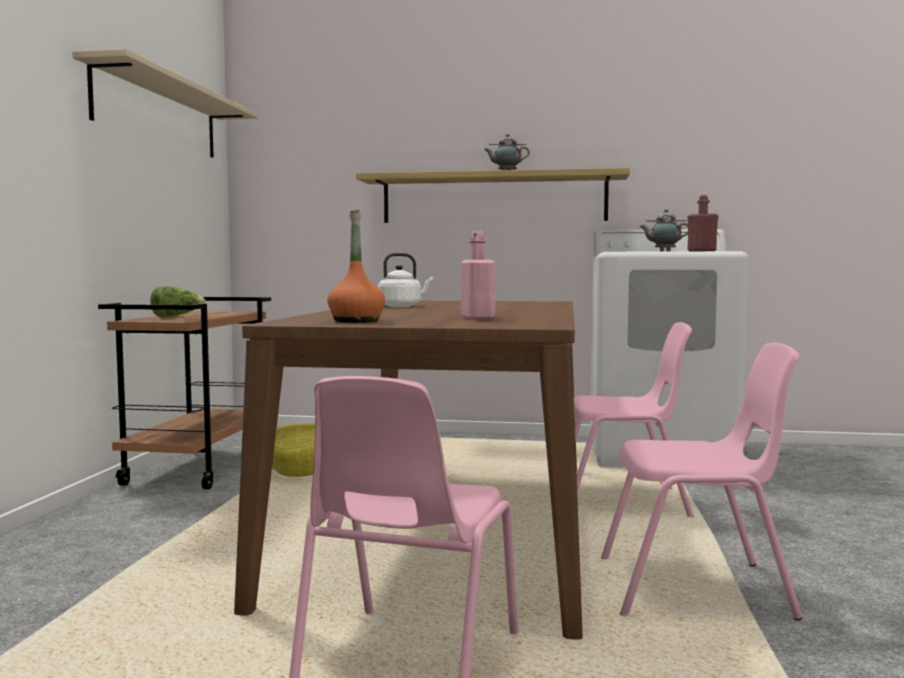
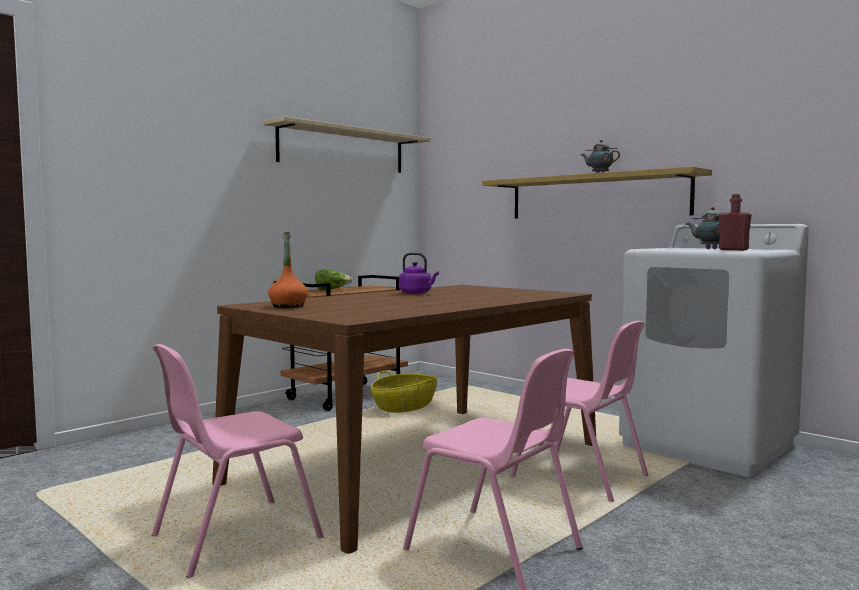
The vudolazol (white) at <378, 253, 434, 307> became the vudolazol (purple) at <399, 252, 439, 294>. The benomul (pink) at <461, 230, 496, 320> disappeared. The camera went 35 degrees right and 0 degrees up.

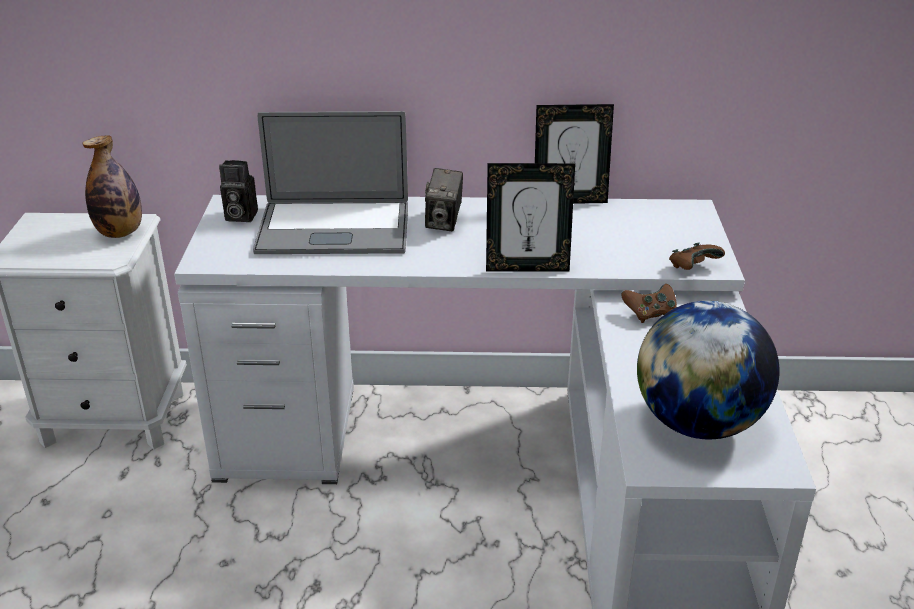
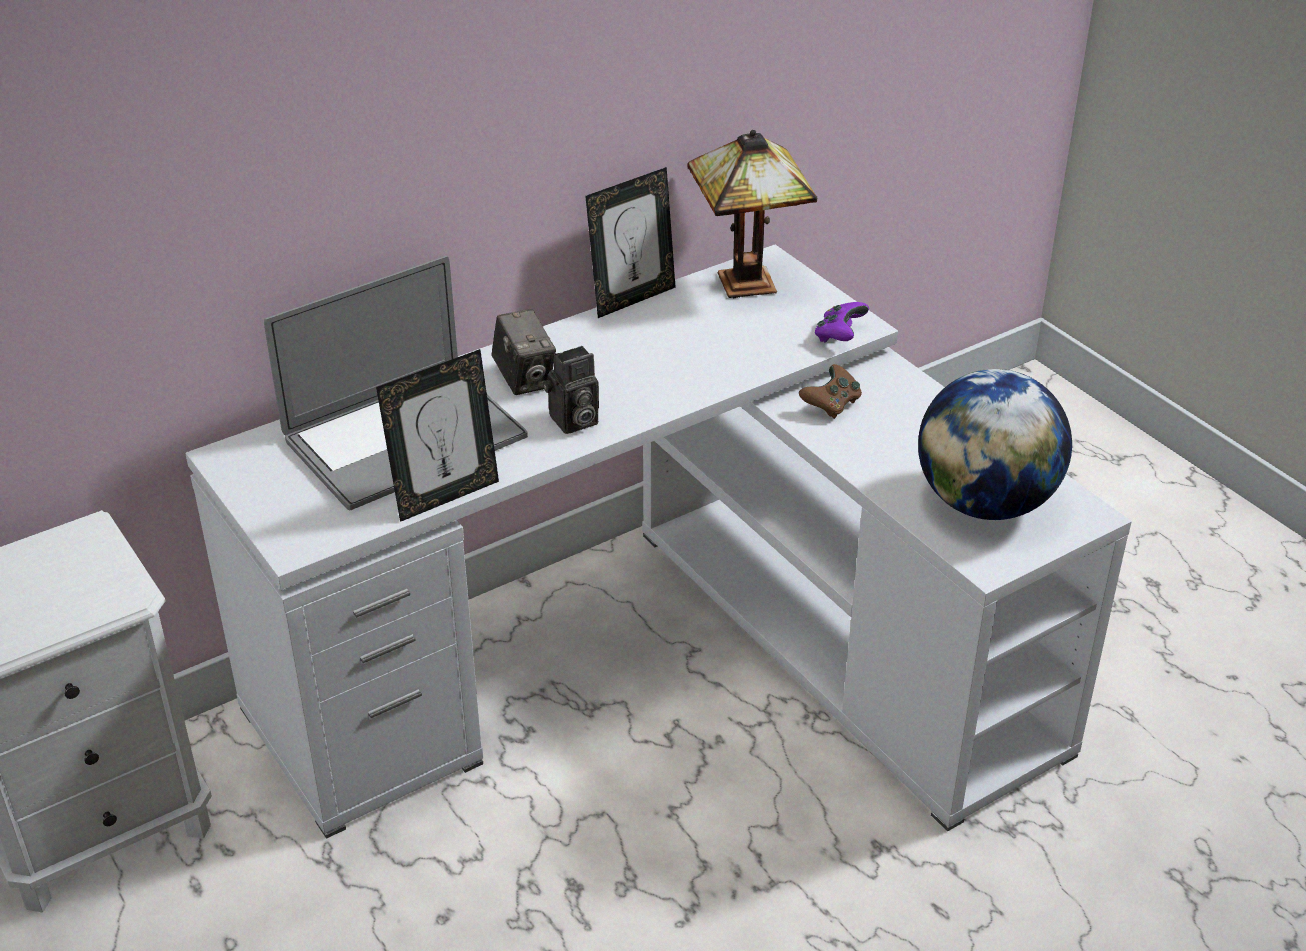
The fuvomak moved from <486, 163, 575, 272> to <376, 349, 499, 522>. The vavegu moved from <219, 160, 258, 222> to <543, 346, 599, 434>. The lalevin at <687, 130, 817, 298> appeared. The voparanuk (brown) at <669, 243, 725, 270> became the voparanuk (purple) at <815, 302, 869, 342>. The benomul at <82, 135, 142, 238> disappeared. The camera went 35 degrees left and 5 degrees up.

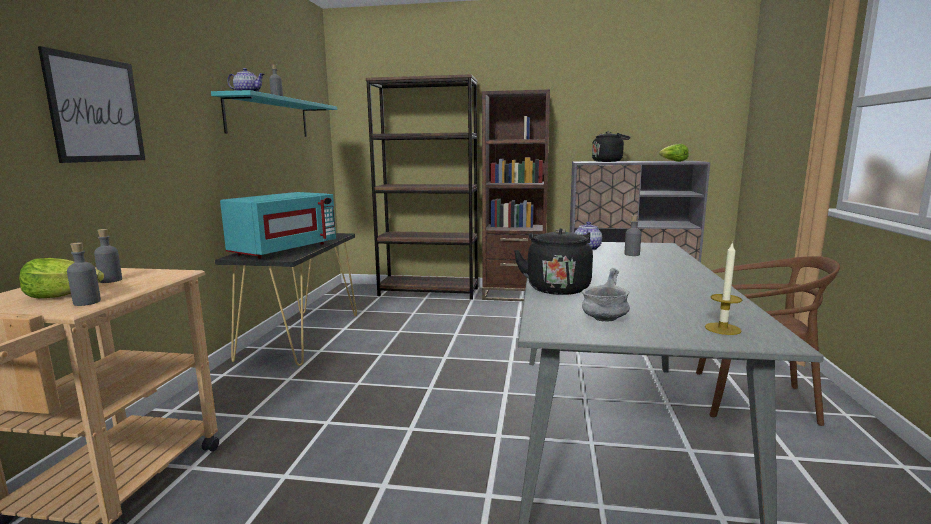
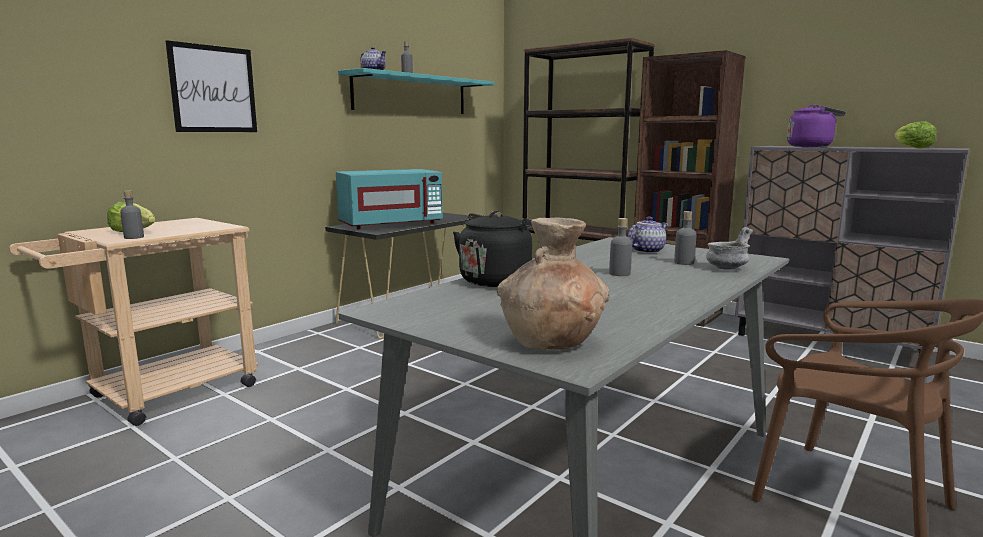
The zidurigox at <705, 242, 742, 335> was replaced by the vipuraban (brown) at <497, 218, 609, 350>. The benomul (grey) moved from <94, 229, 122, 283> to <609, 218, 632, 276>. The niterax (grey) moved from <582, 268, 630, 322> to <706, 227, 753, 270>. The vudolazol (black) at <592, 131, 630, 162> became the vudolazol (purple) at <787, 104, 846, 147>. The camera went 30 degrees right and 0 degrees up.

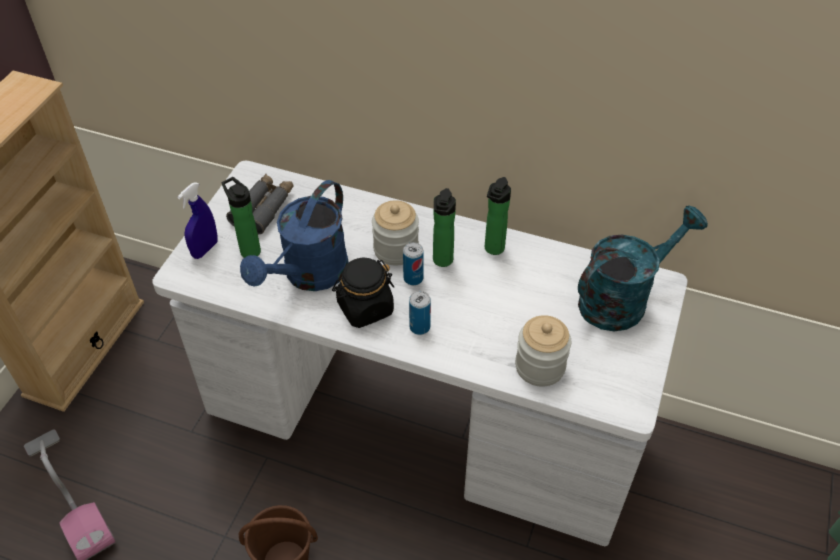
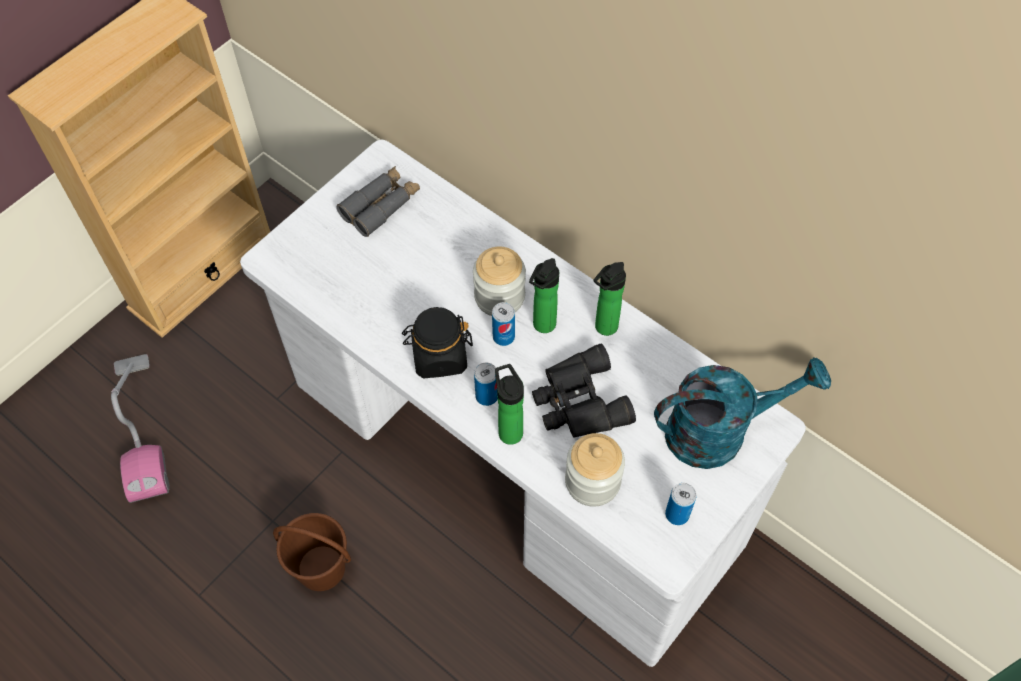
The benomul moved from <222, 177, 261, 258> to <495, 364, 524, 445>. The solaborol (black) at <532, 343, 636, 438> appeared. The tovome at <665, 483, 696, 525> appeared. The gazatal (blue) at <177, 182, 218, 259> disappeared. The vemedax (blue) at <240, 180, 349, 291> disappeared. The camera went 20 degrees right and 10 degrees up.

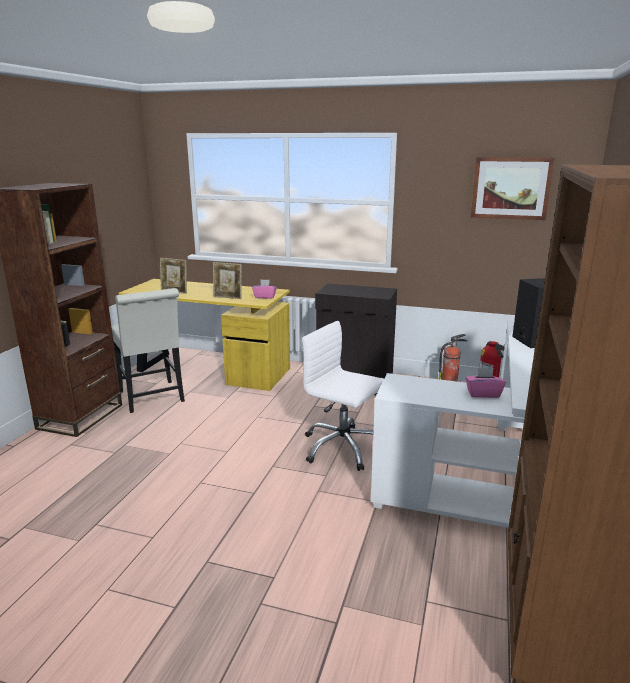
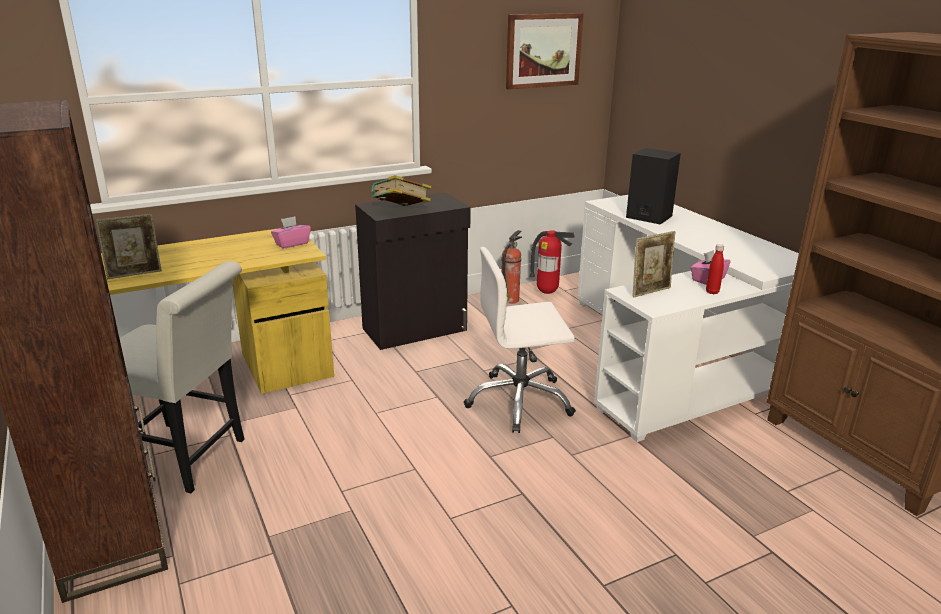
The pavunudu at <370, 175, 431, 206> appeared. The fuvomak moved from <213, 262, 242, 299> to <633, 231, 676, 297>. The benomul (red) at <706, 244, 724, 294> appeared. The camera went 45 degrees left and 5 degrees up.

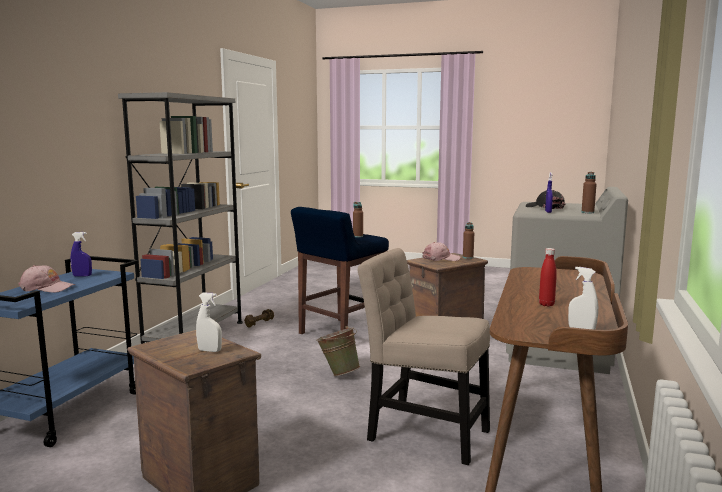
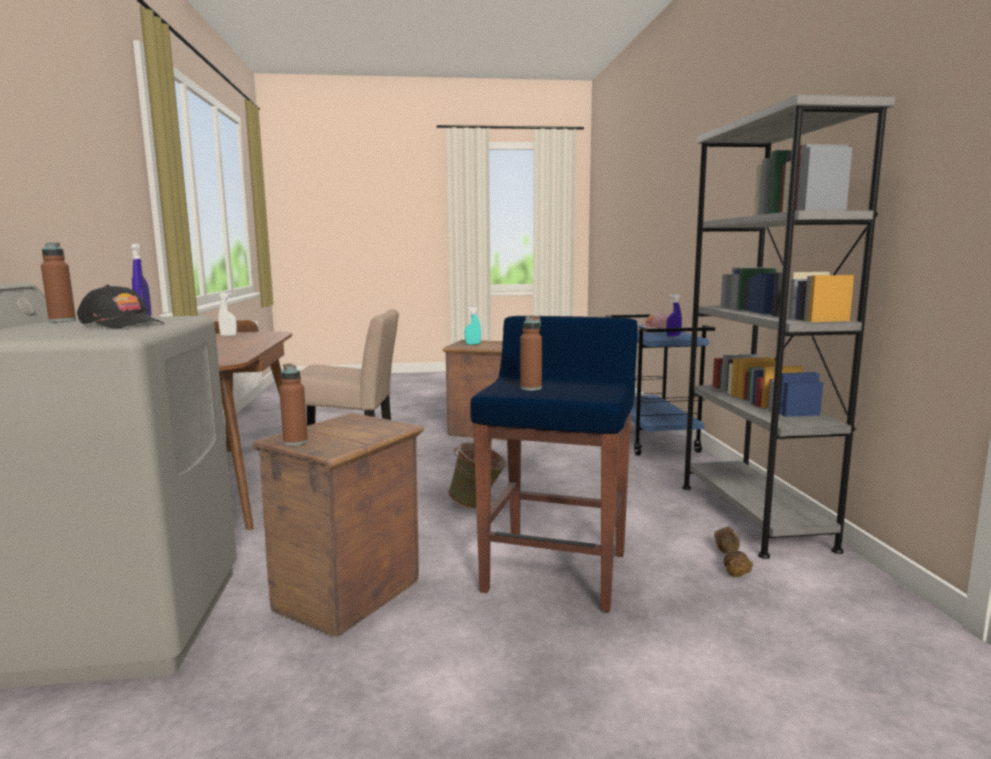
The gazatal (white) at <196, 293, 222, 352> became the gazatal (turquoise) at <464, 307, 481, 345>. The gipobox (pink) at <422, 242, 461, 261> disappeared. The benomul (red) at <539, 248, 557, 307> disappeared. The camera went 155 degrees right and 0 degrees up.

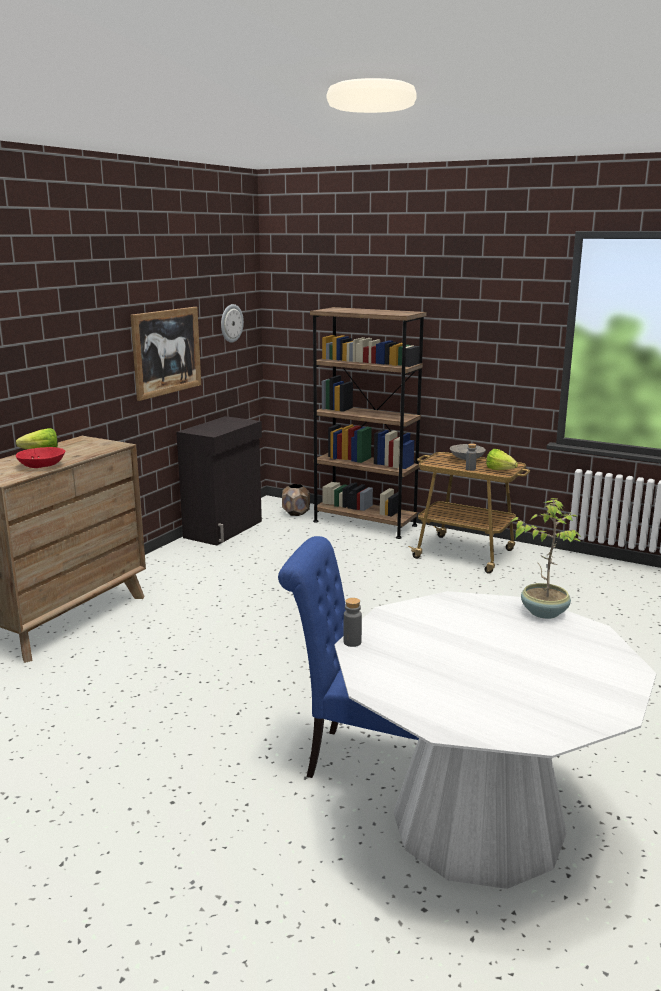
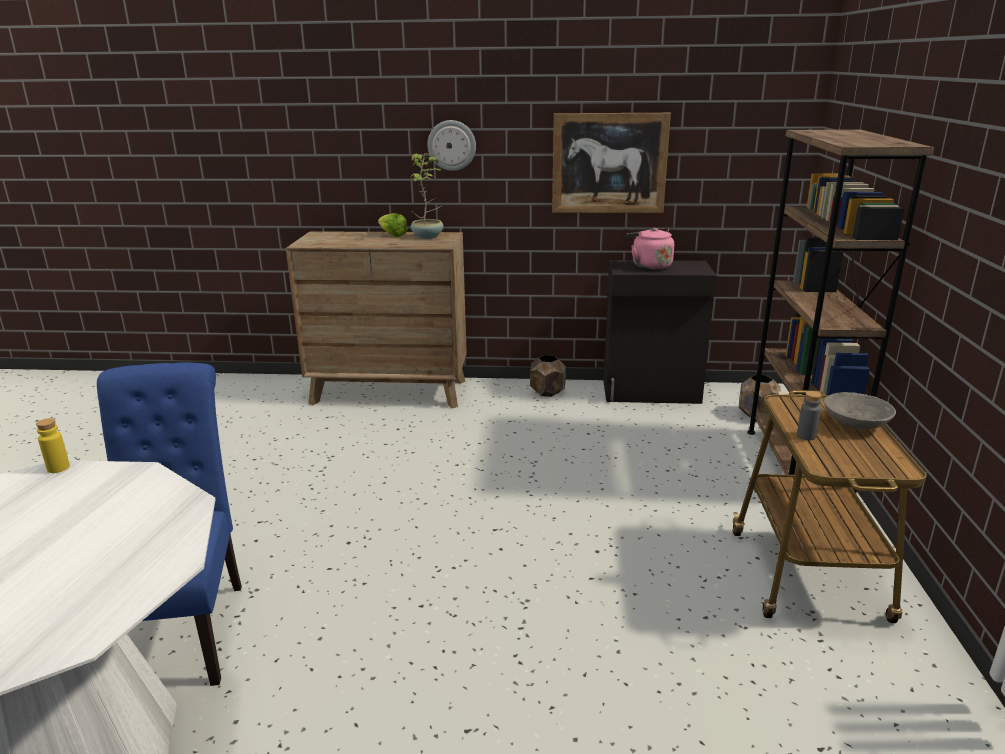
The benomul (grey) at <344, 598, 362, 647> became the benomul (yellow) at <36, 418, 70, 473>. The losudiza moved from <511, 498, 582, 619> to <411, 153, 443, 239>. The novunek moved from <221, 304, 244, 343> to <427, 120, 476, 171>. The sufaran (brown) at <530, 355, 566, 397> appeared. The vudolazol (pink) at <626, 228, 674, 270> appeared. The niterax (red) at <16, 447, 65, 468> disappeared. The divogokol at <486, 449, 518, 470> disappeared. The camera went 65 degrees right and 5 degrees up.

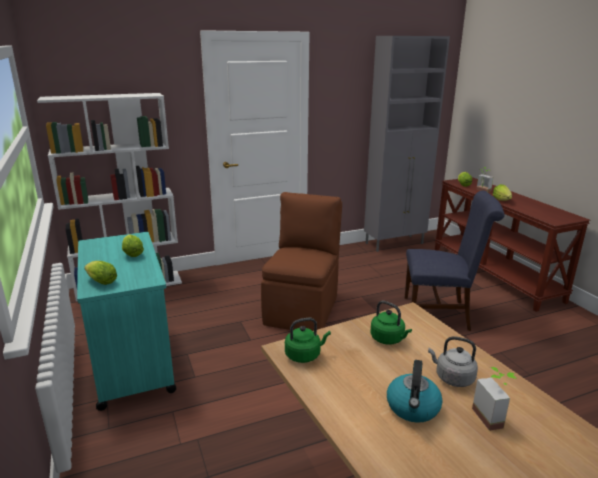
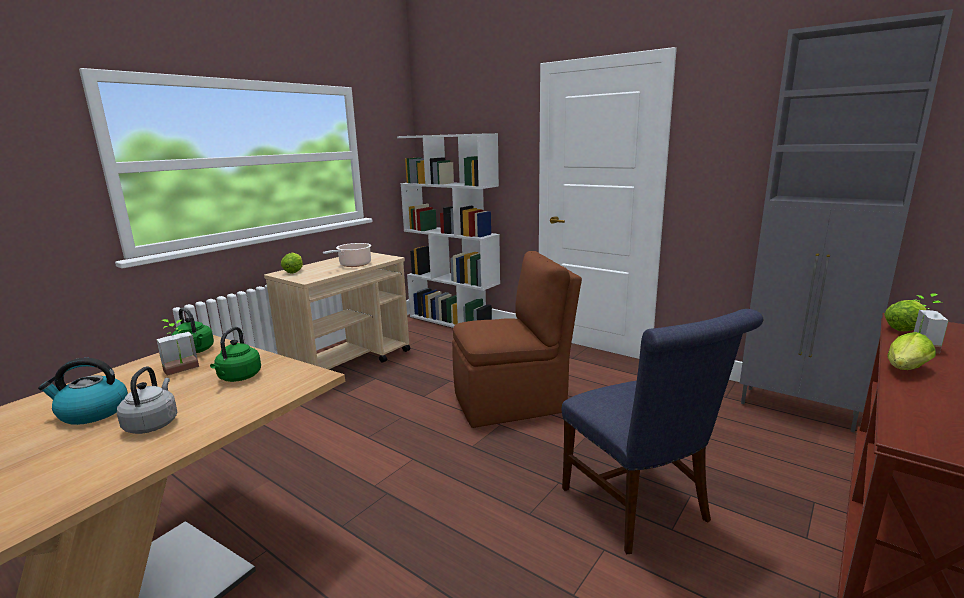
The losudiza moved from <472, 367, 517, 431> to <156, 319, 199, 376>. The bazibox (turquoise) at <77, 232, 176, 411> became the bazibox (beige) at <264, 252, 411, 369>. The divogokol at <122, 234, 144, 257> was replaced by the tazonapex at <323, 243, 371, 267>. The camera went 60 degrees right and 5 degrees down.

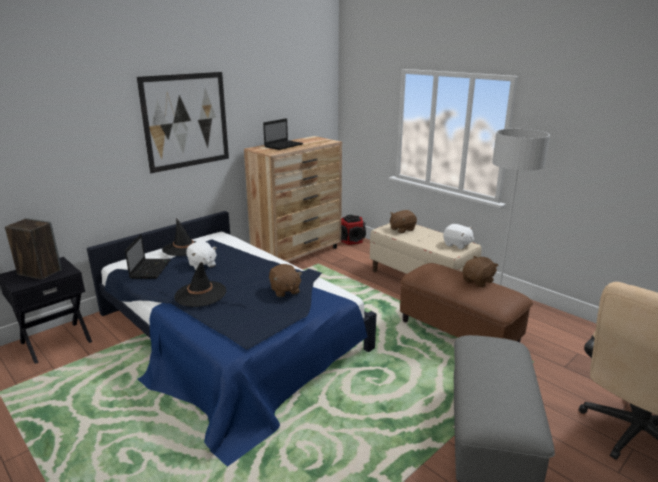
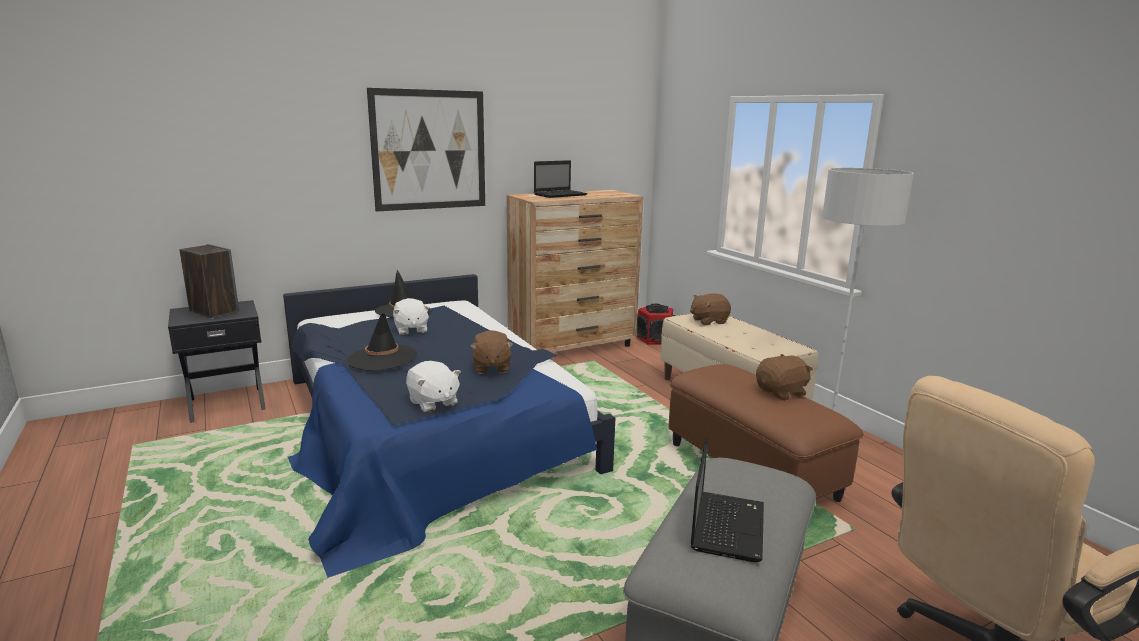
The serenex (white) moved from <443, 224, 474, 249> to <406, 361, 461, 412>. The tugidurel moved from <125, 234, 171, 279> to <691, 437, 764, 563>. The camera went 15 degrees right and 5 degrees down.

